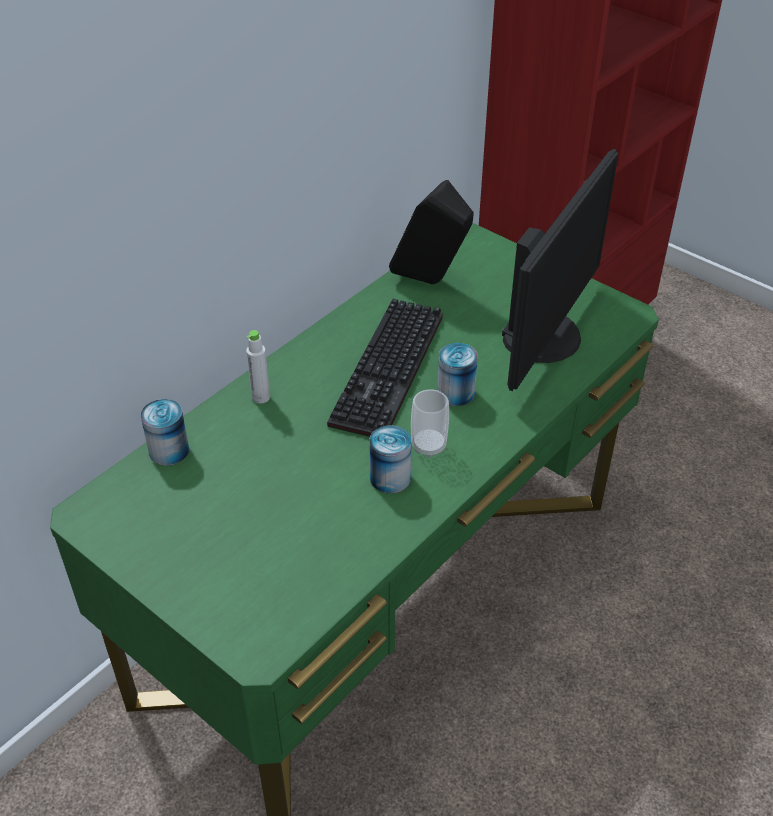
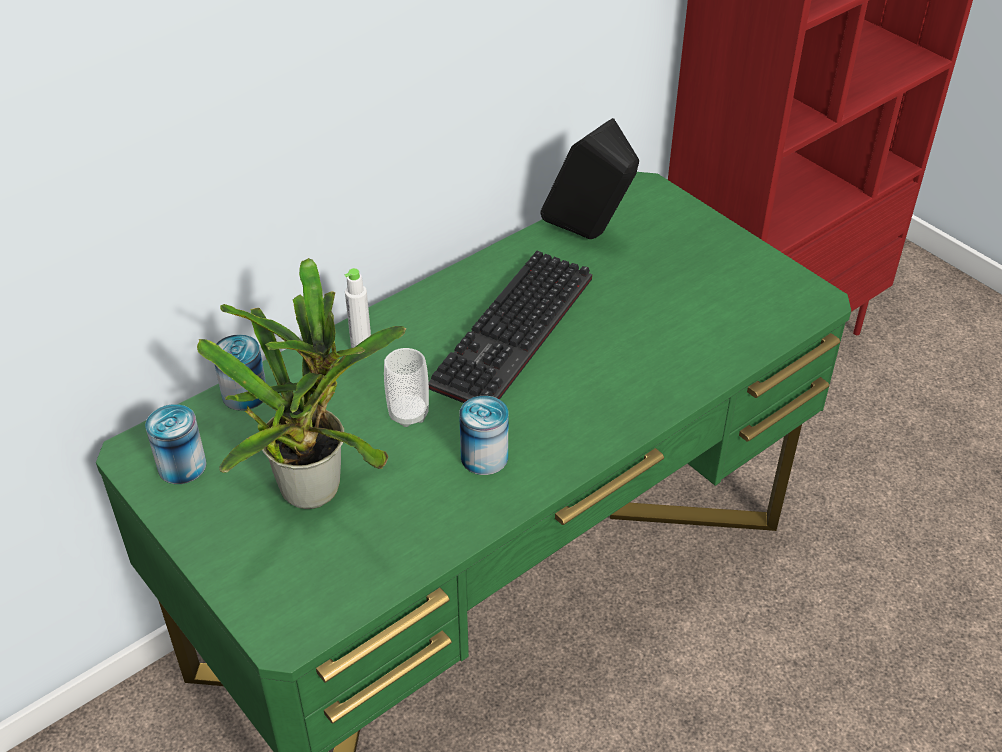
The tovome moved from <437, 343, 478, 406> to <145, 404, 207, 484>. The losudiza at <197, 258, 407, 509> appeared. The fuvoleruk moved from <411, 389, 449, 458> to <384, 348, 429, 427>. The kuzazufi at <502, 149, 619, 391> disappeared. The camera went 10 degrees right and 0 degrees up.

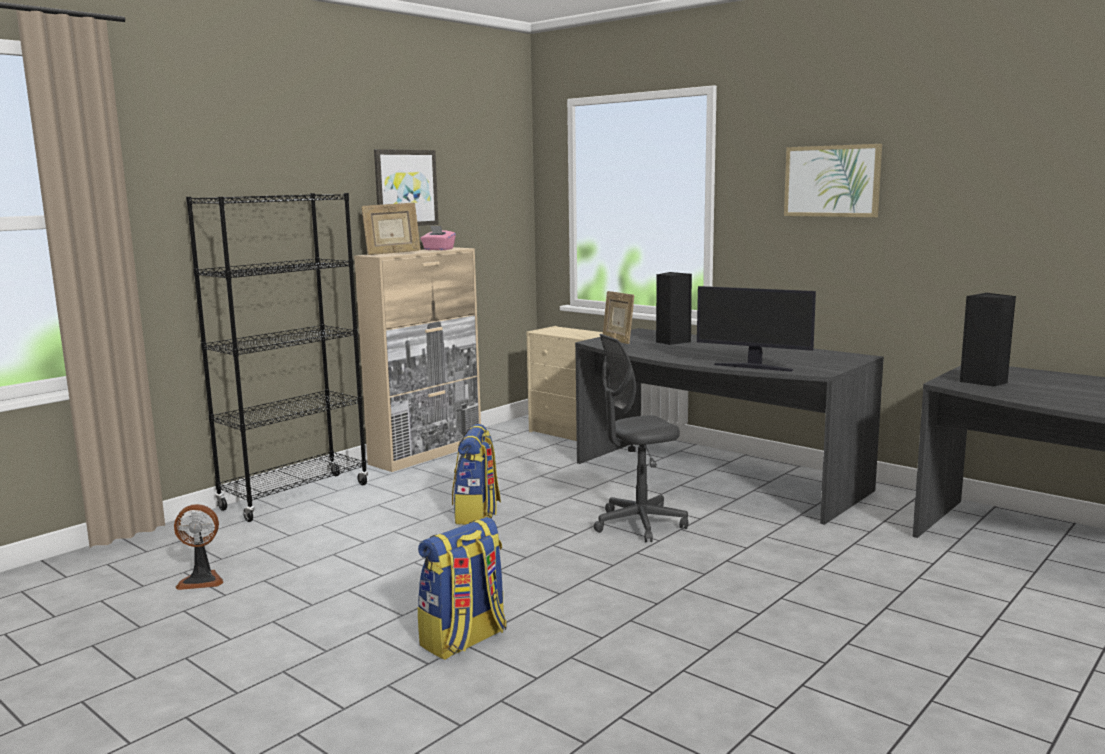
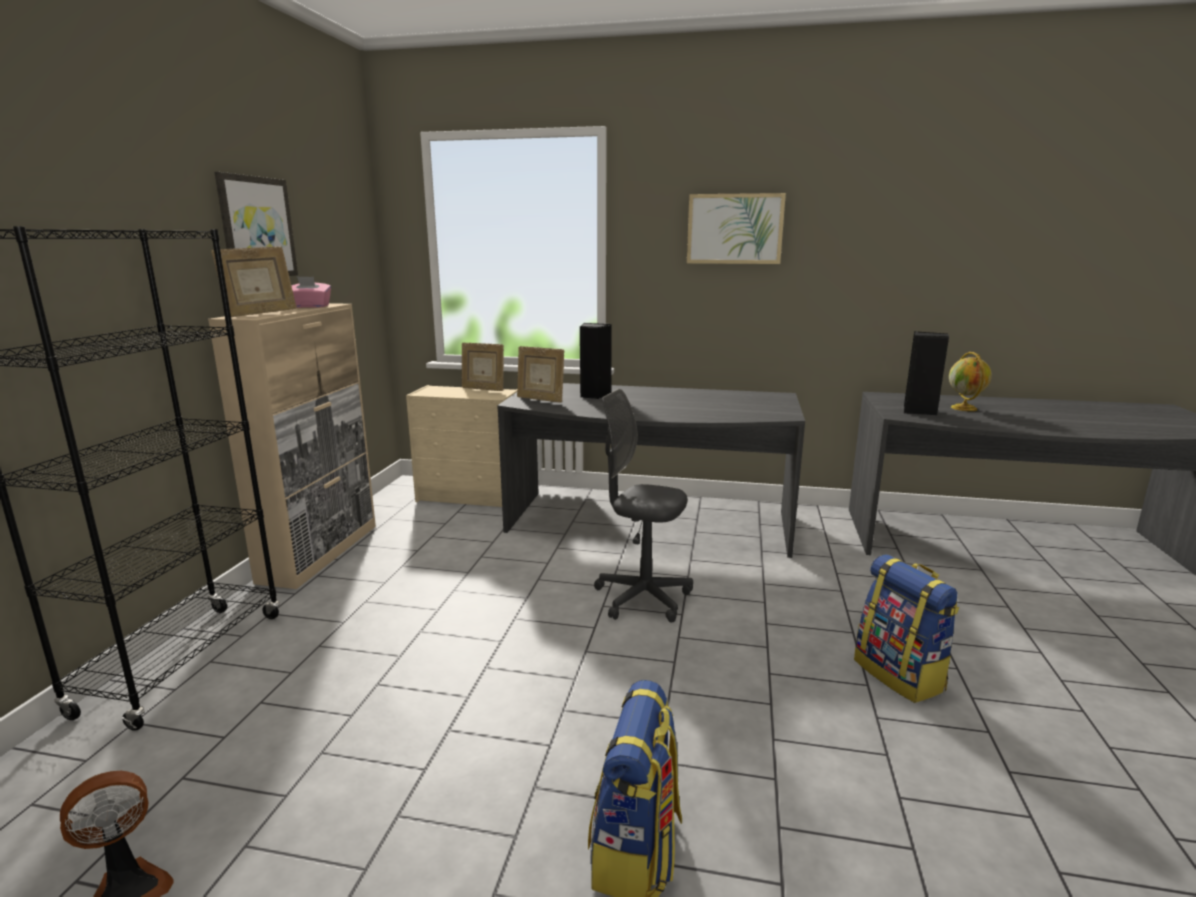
The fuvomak at <462, 343, 504, 391> appeared. The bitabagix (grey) at <594, 334, 688, 542> turned 75 degrees clockwise. The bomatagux moved from <452, 424, 501, 525> to <854, 554, 959, 703>. The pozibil at <949, 352, 992, 411> appeared. The kuzazufi at <697, 286, 816, 372> disappeared. The camera went 30 degrees left and 5 degrees up.

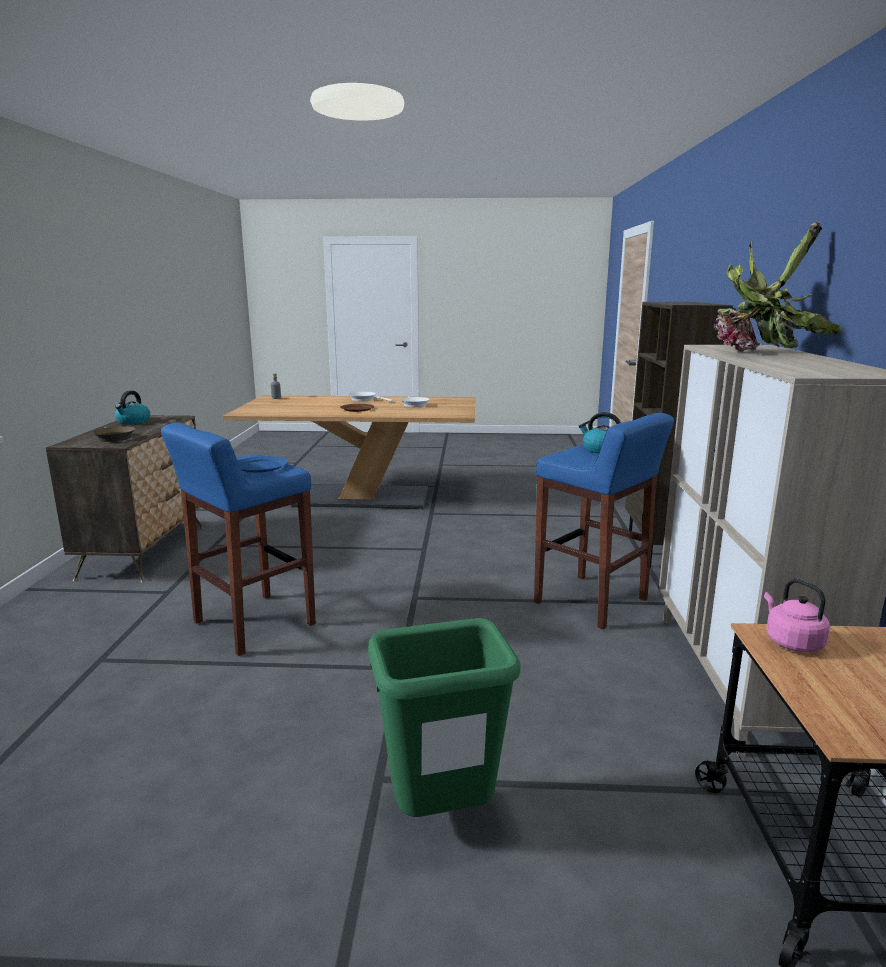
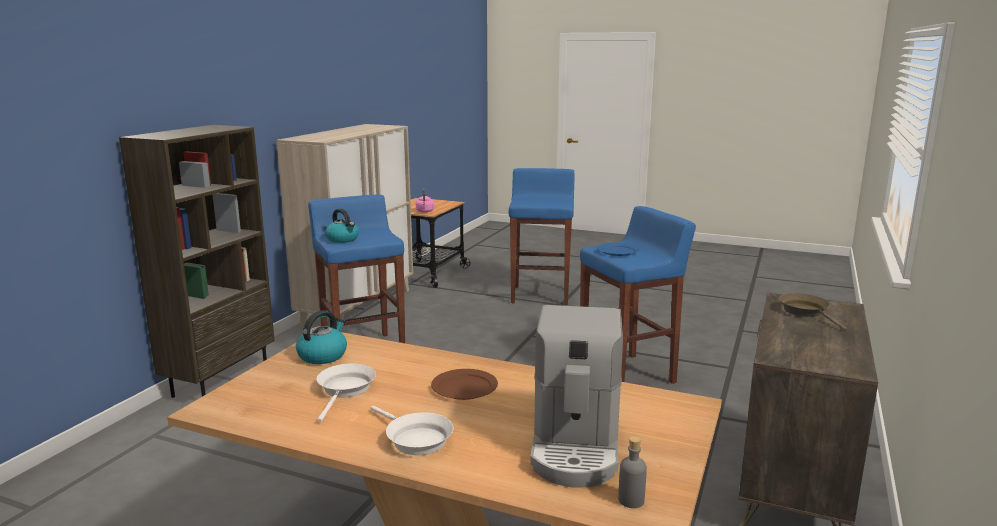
The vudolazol moved from <114, 391, 150, 424> to <296, 310, 347, 364>. The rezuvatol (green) at <368, 618, 521, 817> was replaced by the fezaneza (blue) at <509, 168, 575, 305>. The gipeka at <530, 305, 623, 488> appeared. The losudiza at <714, 221, 842, 352> disappeared. The camera went 160 degrees left and 0 degrees up.

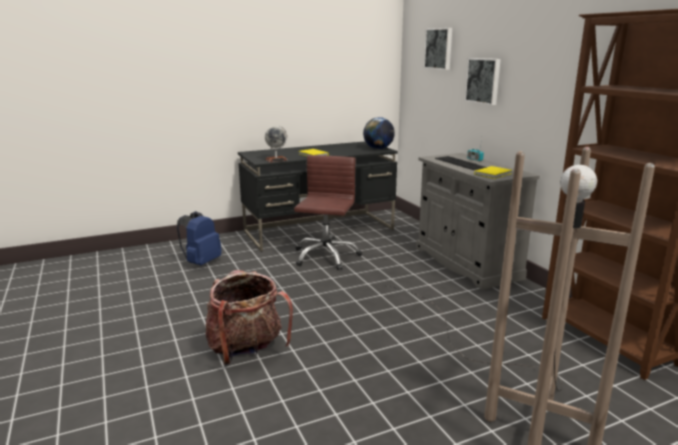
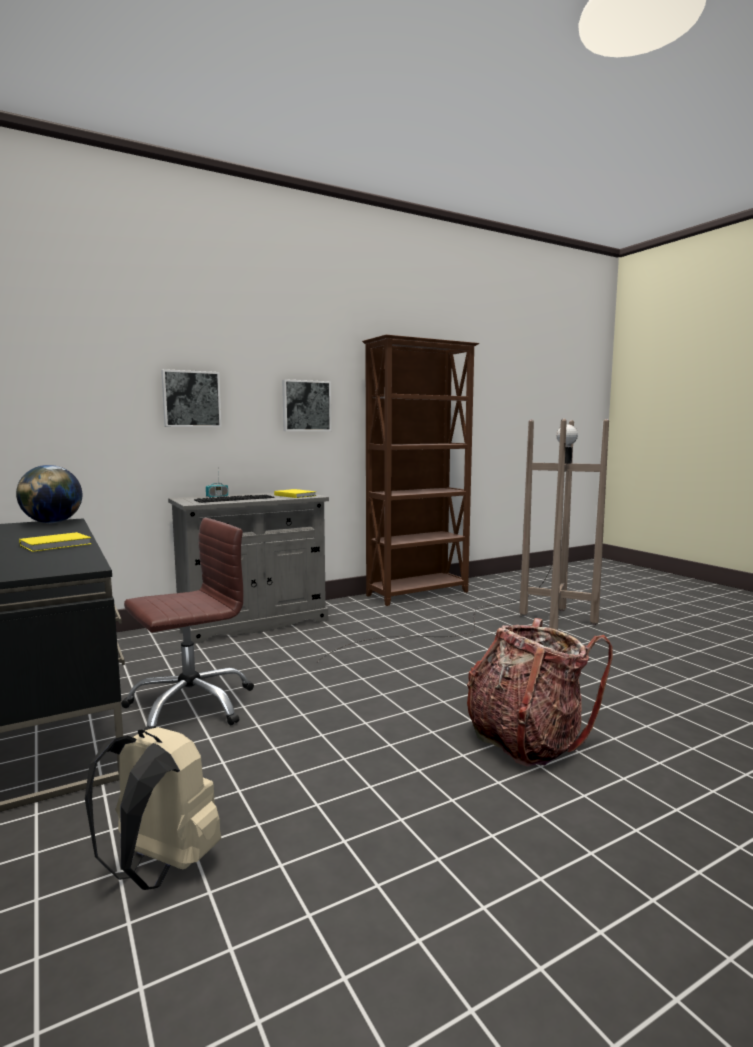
The bomatagux (blue) at <177, 211, 222, 265> became the bomatagux (beige) at <85, 727, 221, 890>. The bitabagix (brown) at <294, 155, 362, 270> turned 135 degrees clockwise. The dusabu moved from <424, 28, 452, 70> to <282, 379, 331, 431>. The pozibil at <265, 125, 288, 162> disappeared. The camera went 95 degrees left and 10 degrees down.

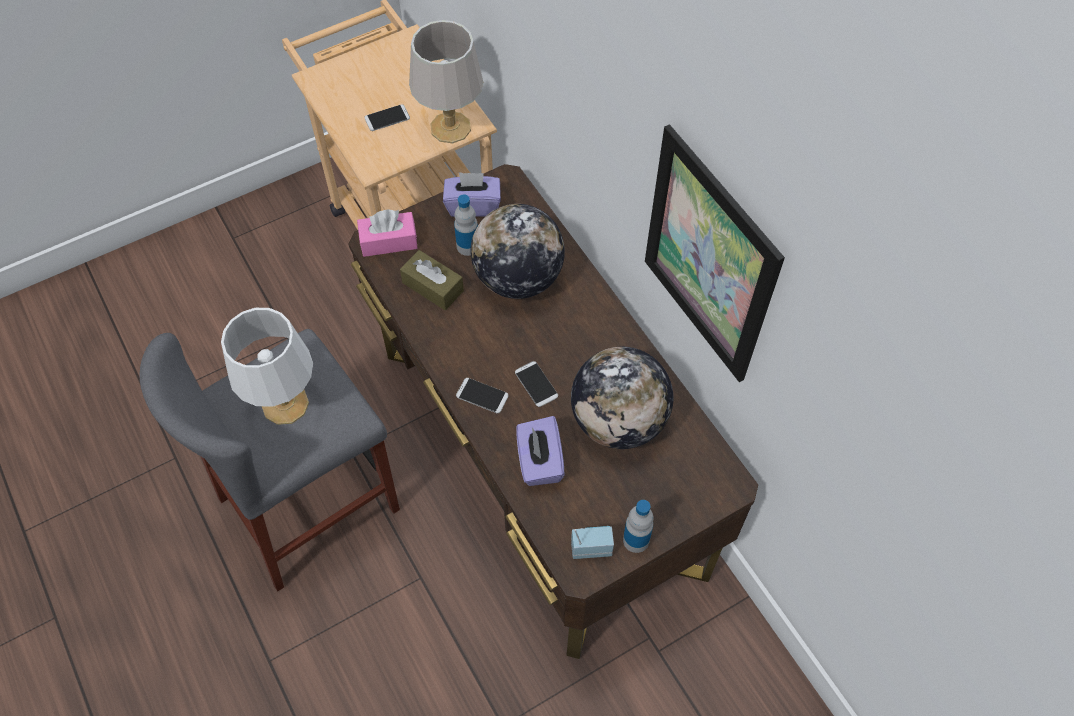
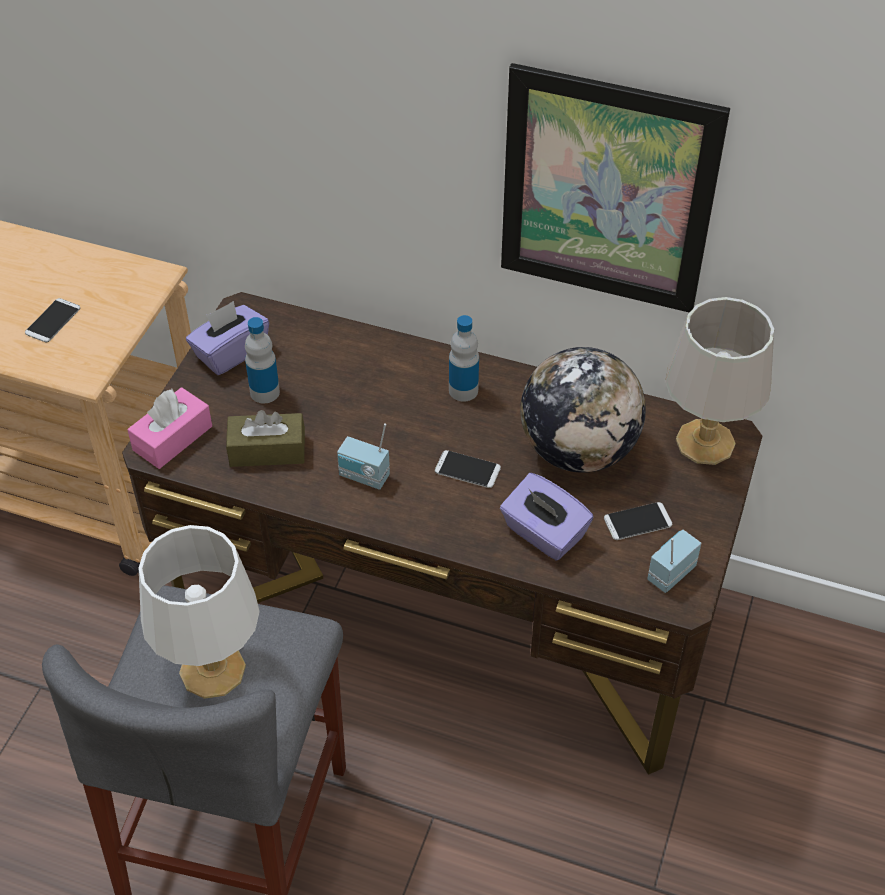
The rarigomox at <337, 423, 390, 490> appeared. The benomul moved from <623, 500, 654, 553> to <449, 315, 479, 402>. The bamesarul moved from <456, 378, 509, 413> to <604, 502, 672, 540>. The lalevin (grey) moved from <409, 20, 483, 144> to <665, 297, 774, 465>. The pozibil at <471, 204, 565, 299> disappeared. The camera went 40 degrees left and 10 degrees down.

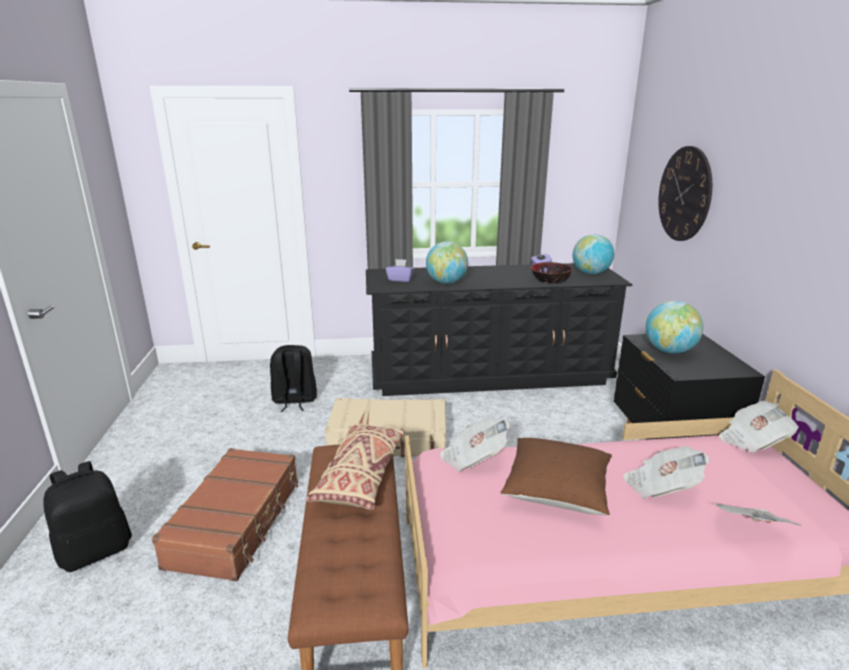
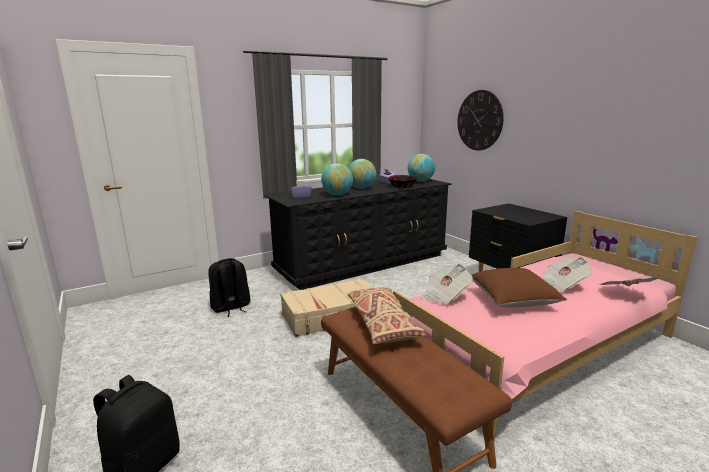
The pozibil moved from <645, 301, 703, 354> to <348, 159, 376, 189>. The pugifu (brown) at <152, 448, 299, 582> disappeared. The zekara at <719, 401, 799, 453> disappeared. The camera went 25 degrees left and 5 degrees down.

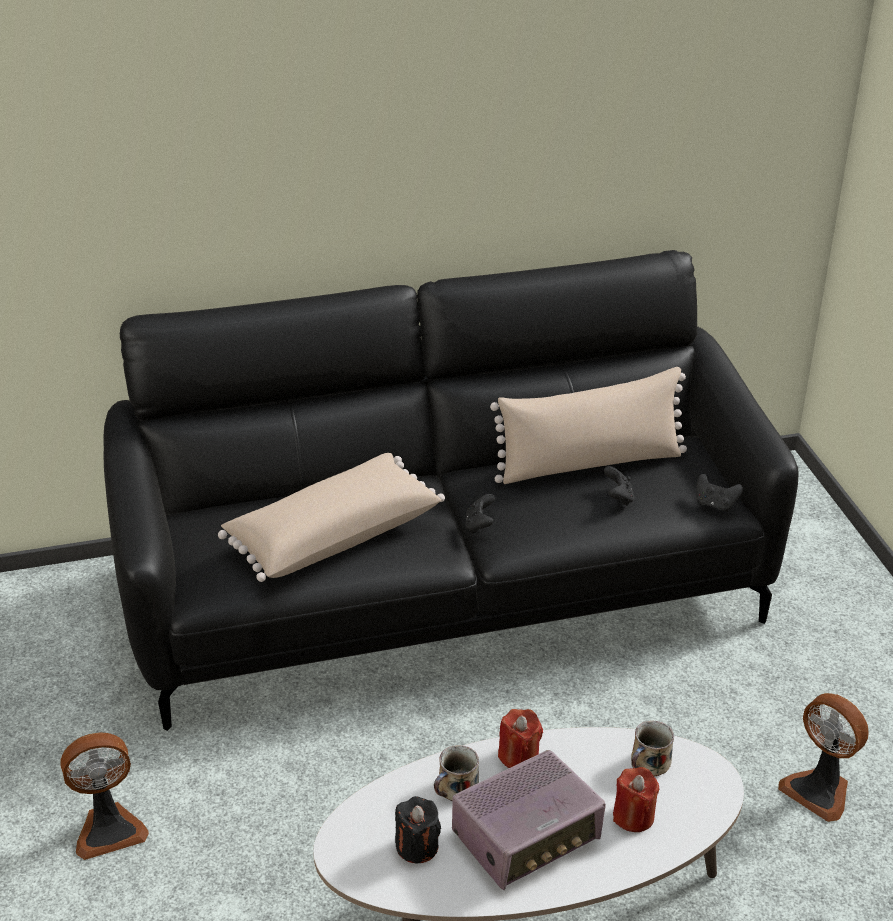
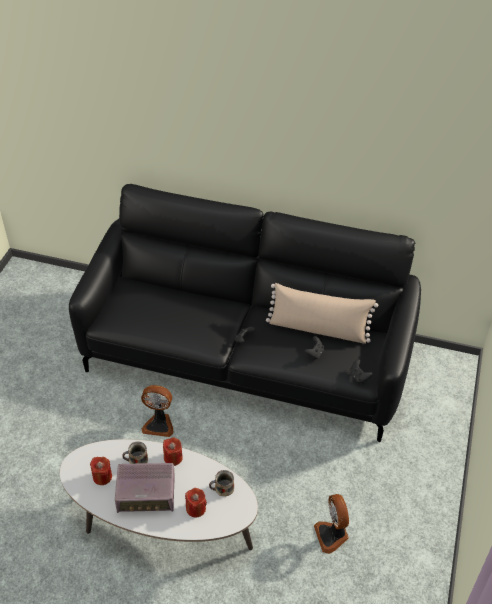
The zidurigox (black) at <395, 796, 441, 863> became the zidurigox (red) at <90, 457, 112, 485>. The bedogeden moved from <60, 732, 149, 860> to <141, 385, 173, 437>. The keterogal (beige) at <218, 453, 445, 582> disappeared. The camera went 30 degrees right and 10 degrees up.

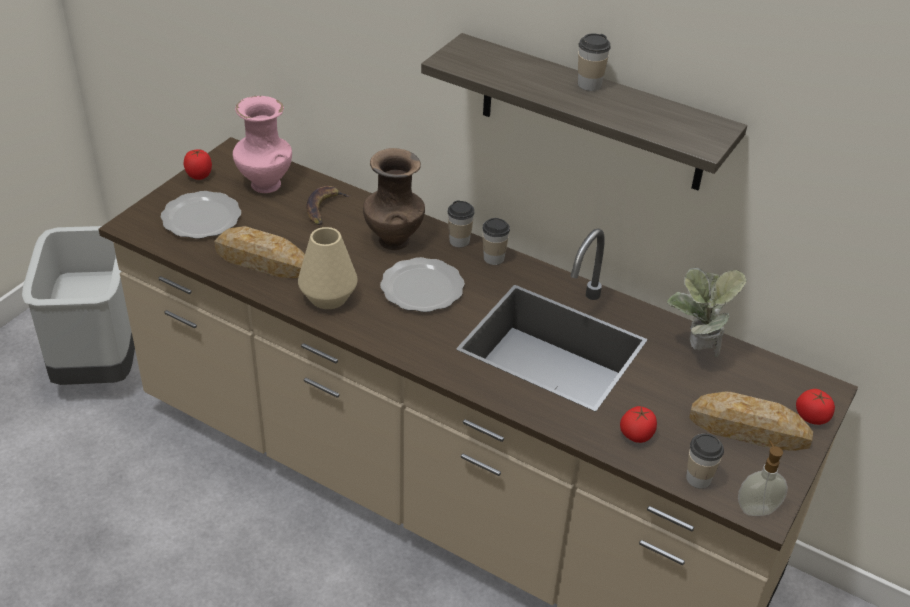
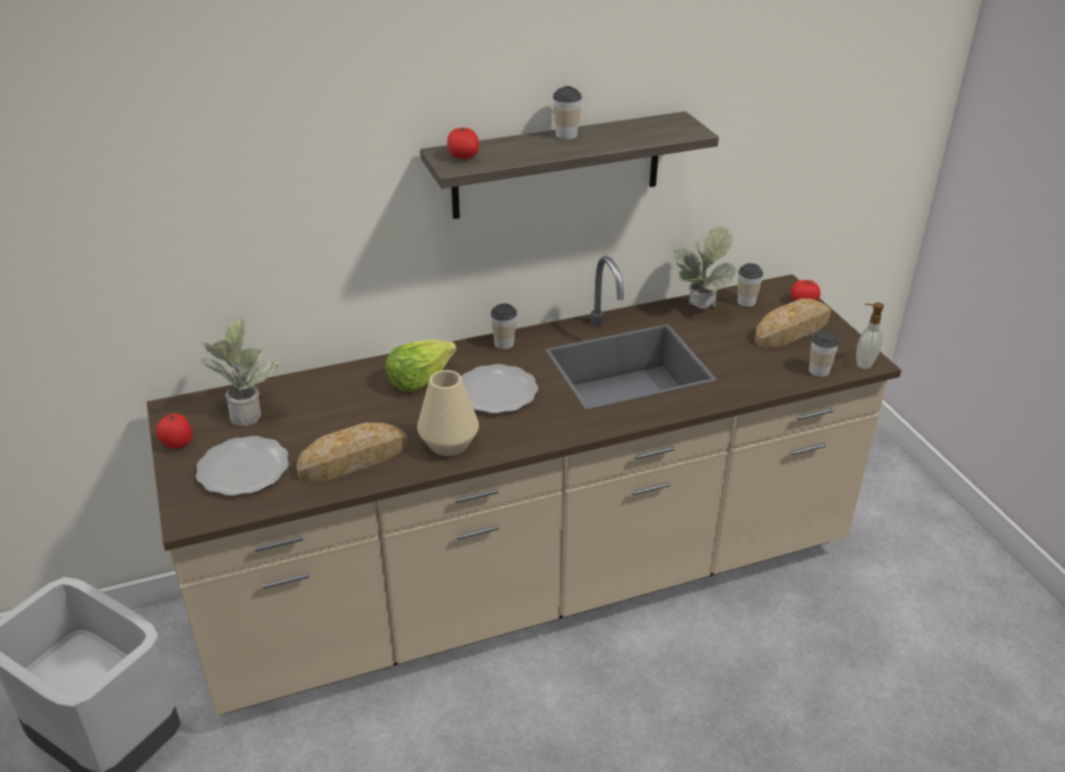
The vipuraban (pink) at <233, 96, 292, 193> was replaced by the losudiza at <200, 319, 279, 426>. The vipuraban (brown) at <363, 148, 425, 250> was replaced by the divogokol at <386, 339, 457, 392>. The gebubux moved from <620, 406, 657, 443> to <447, 127, 479, 159>. The fuvoleruk moved from <447, 200, 475, 248> to <737, 263, 763, 307>. The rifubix at <306, 186, 351, 225> disappeared. The camera went 50 degrees left and 5 degrees down.

